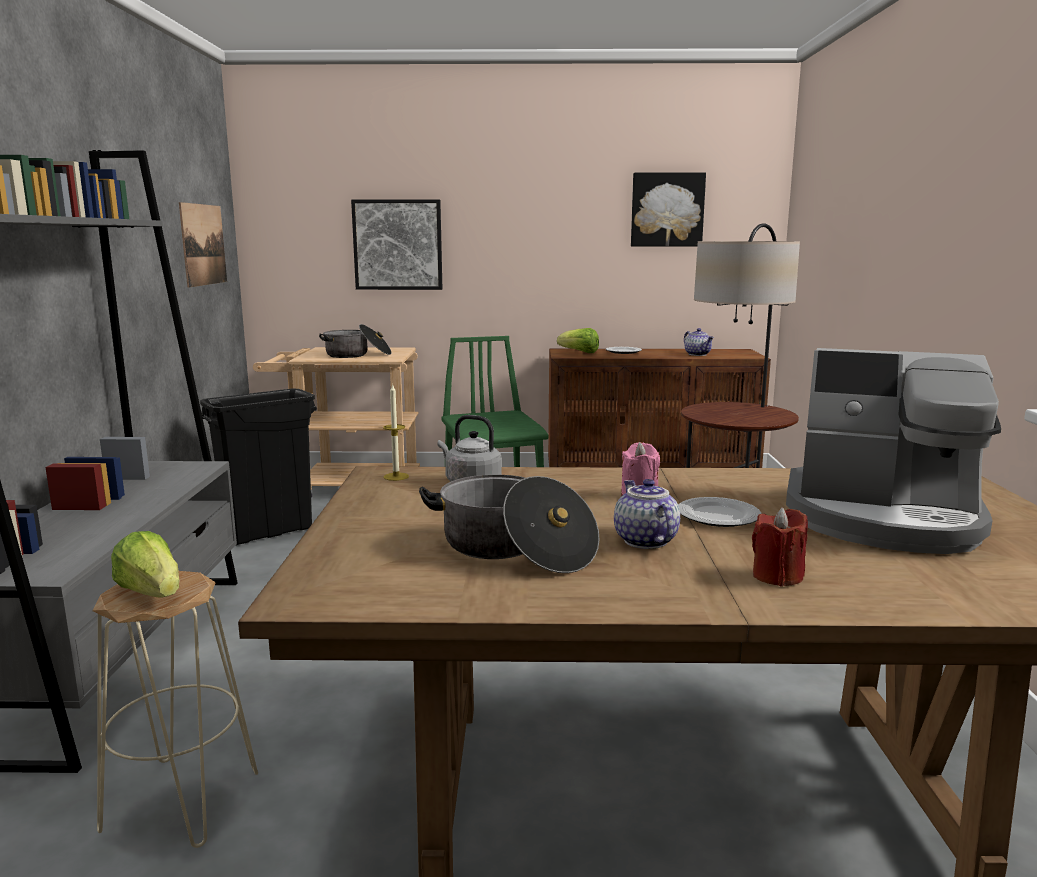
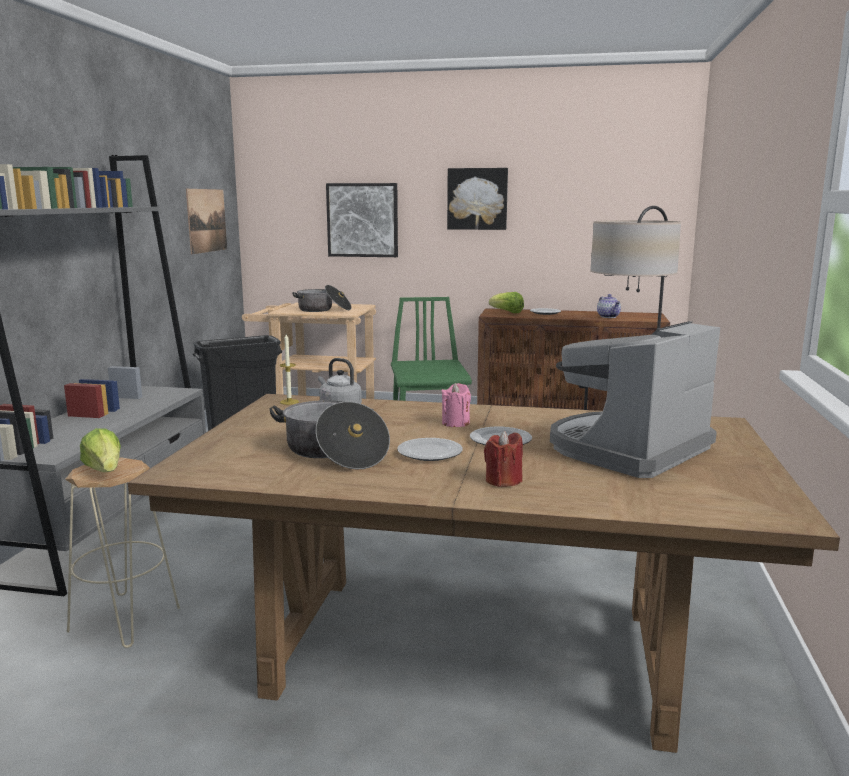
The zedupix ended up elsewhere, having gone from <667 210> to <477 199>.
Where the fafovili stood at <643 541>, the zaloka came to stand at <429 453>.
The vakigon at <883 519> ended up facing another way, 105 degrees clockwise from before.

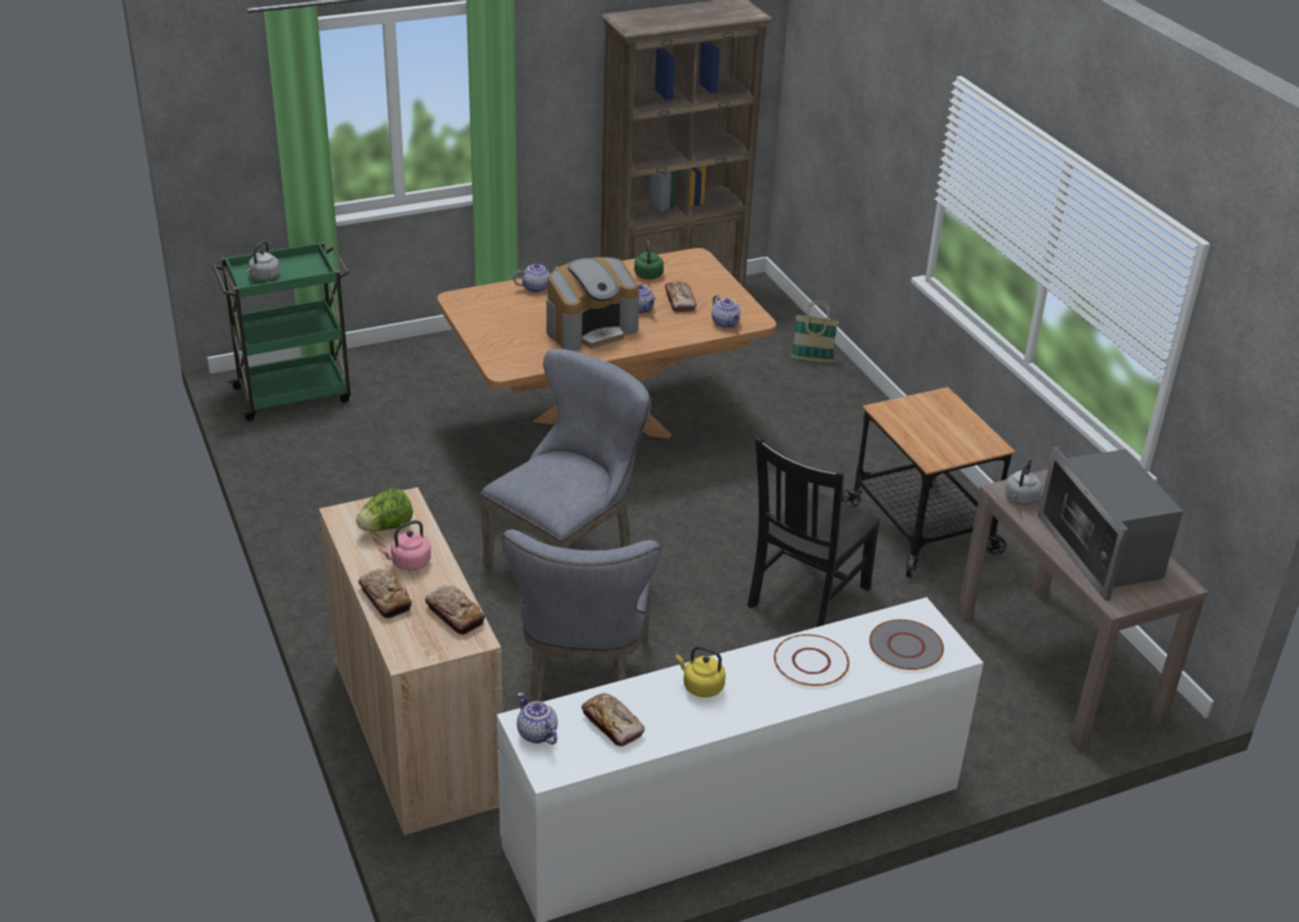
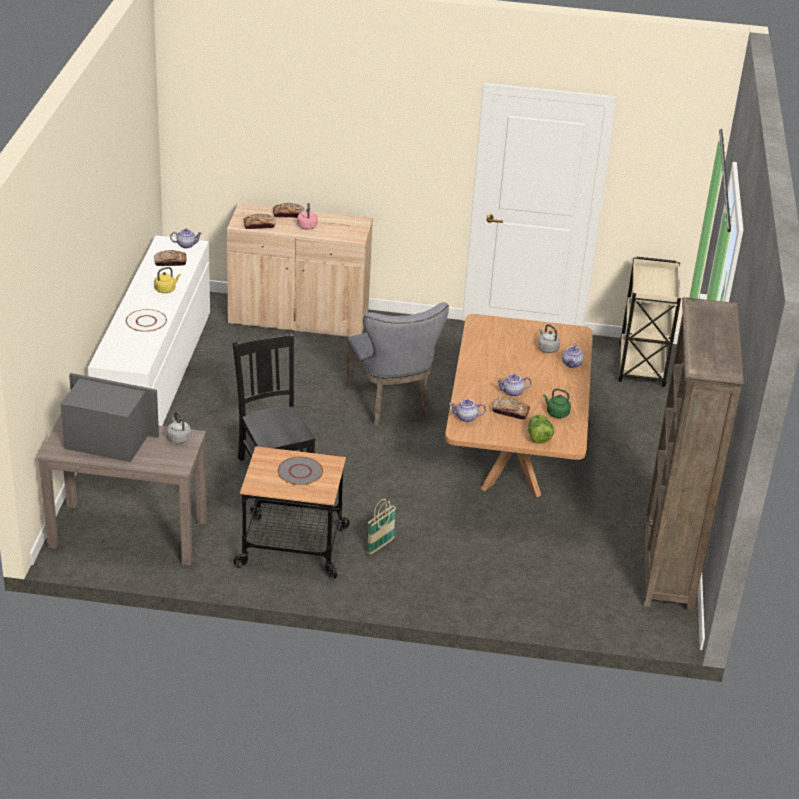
The second view lost the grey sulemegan at <584 683>.
The second view lost the vakigon at <591 329>.
The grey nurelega ended up elsewhere, having gone from <263 277> to <547 348>.
The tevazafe ended up elsewhere, having gone from <386 527> to <538 437>.
The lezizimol ended up elsewhere, having gone from <812 359> to <380 546>.
The grey zaloka ended up elsewhere, having gone from <906 647> to <300 472>.
What was the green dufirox at <294 394> turned into the beige dufirox at <641 366>.

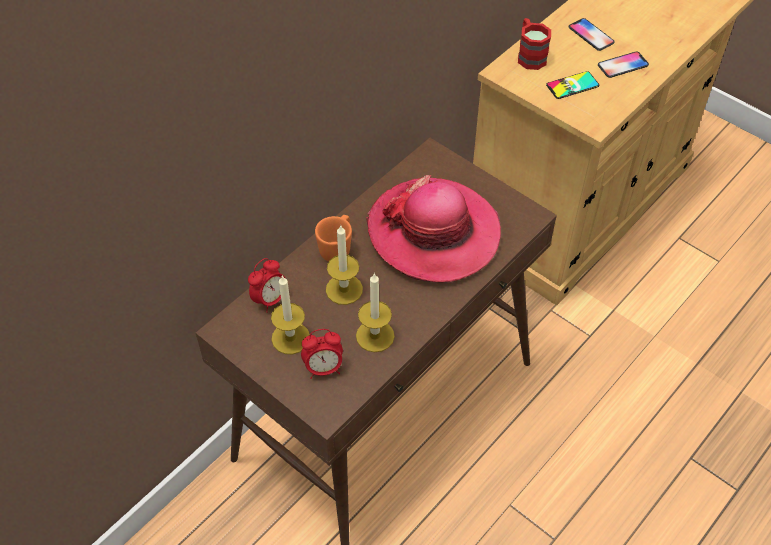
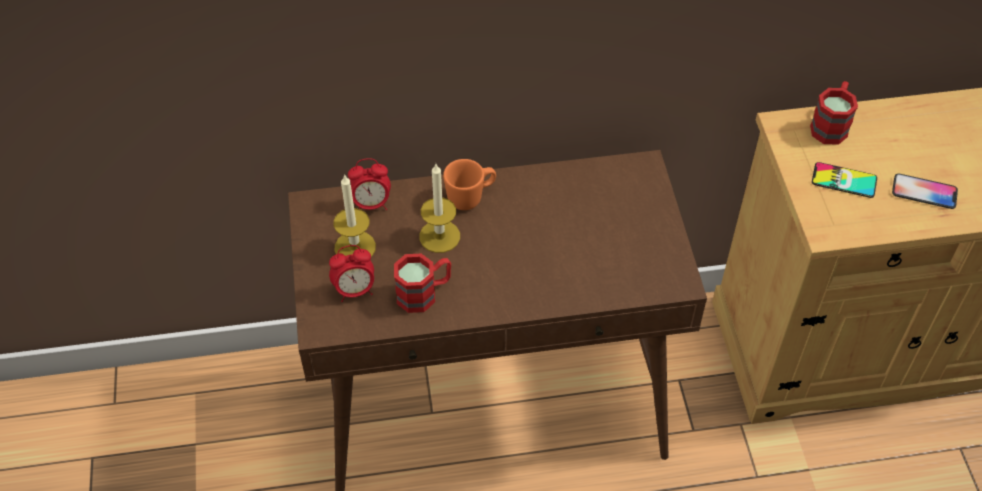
The second view lost the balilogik at <434 233>.
The second view lost the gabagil at <591 35>.
Where the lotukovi stood at <375 336>, the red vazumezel came to stand at <424 293>.
The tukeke at <323 368> ended up facing another way, 45 degrees counterclockwise from before.

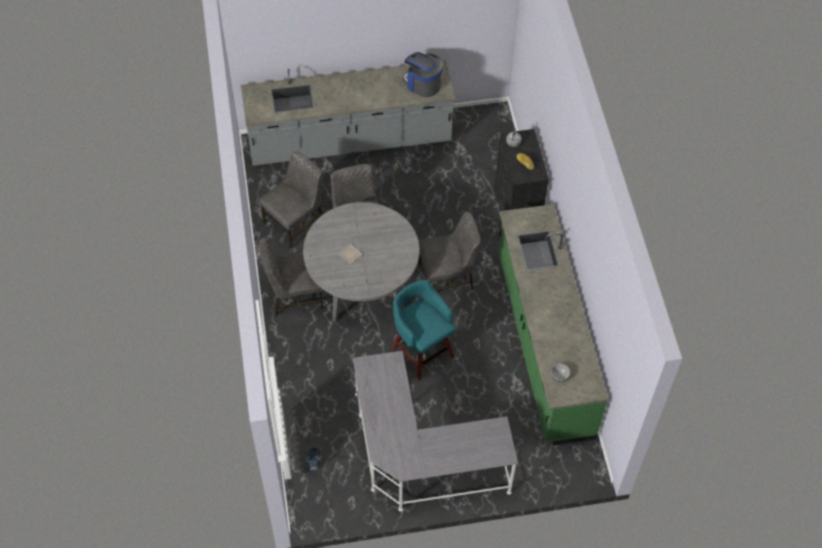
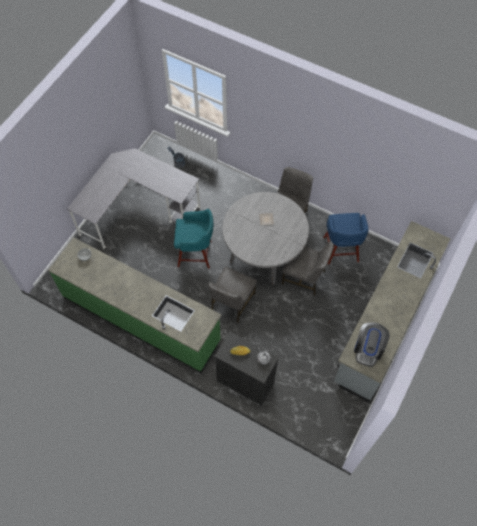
Where the grey sulemegan stood at <295 222>, the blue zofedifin came to stand at <341 250>.
The vakigon at <422 84> ended up facing another way, 120 degrees clockwise from before.

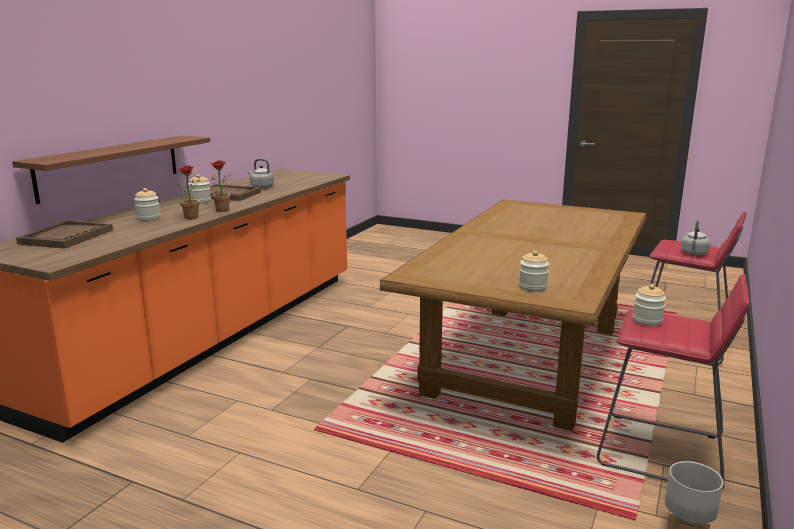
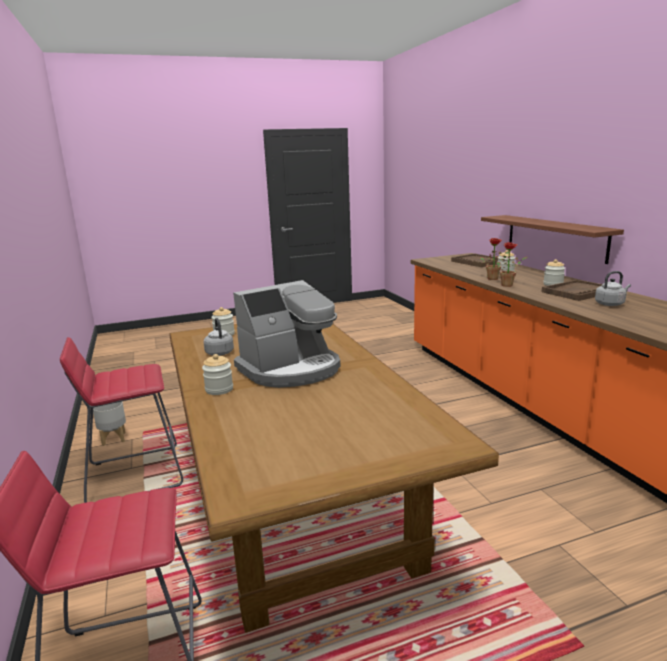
The second view gained the vakigon at <291 369>.
The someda ended up elsewhere, having gone from <647 320> to <219 389>.
The grey nurelega ended up elsewhere, having gone from <694 254> to <219 352>.

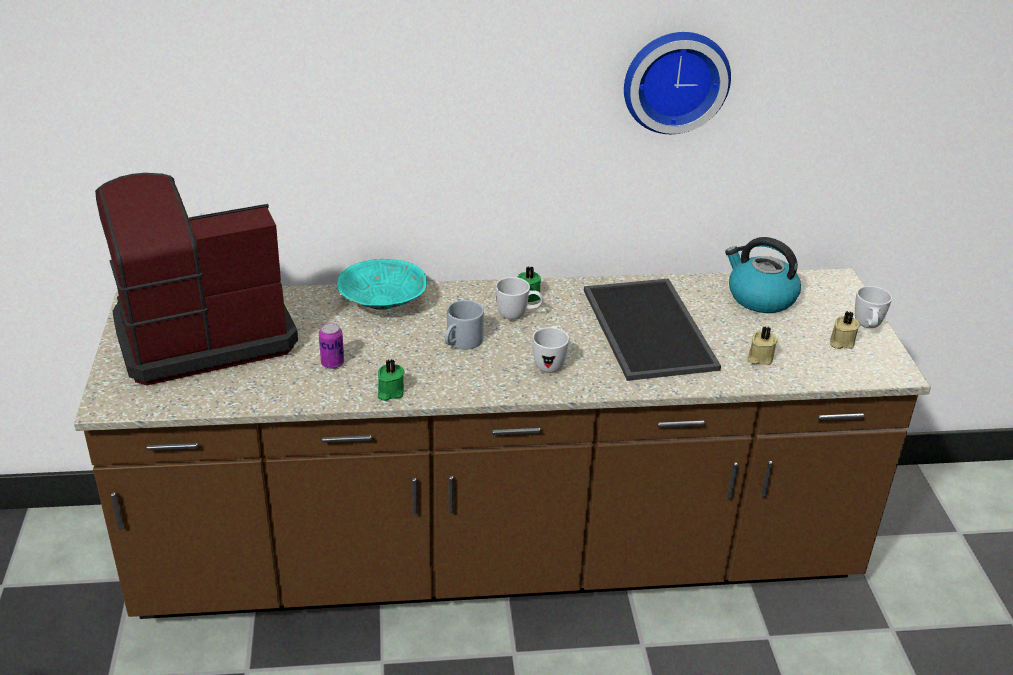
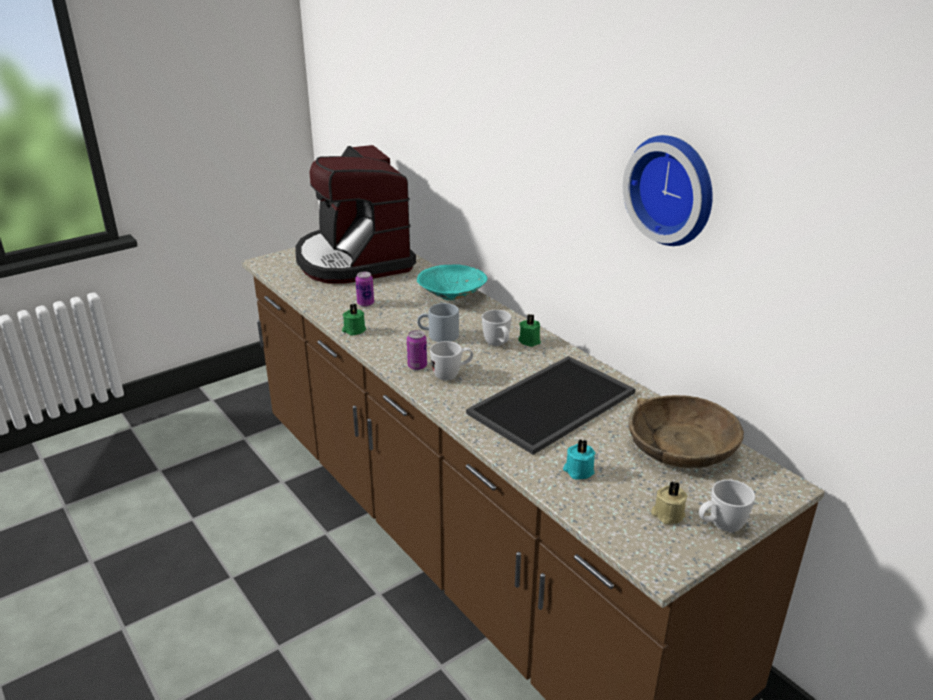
The second view gained the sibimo at <417 366>.
Where the nurelega stood at <760 297>, the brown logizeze came to stand at <680 446>.
What was the beige lotukovi at <759 358> turned into the turquoise lotukovi at <578 471>.
The vakigon at <201 334> ended up facing another way, 150 degrees counterclockwise from before.

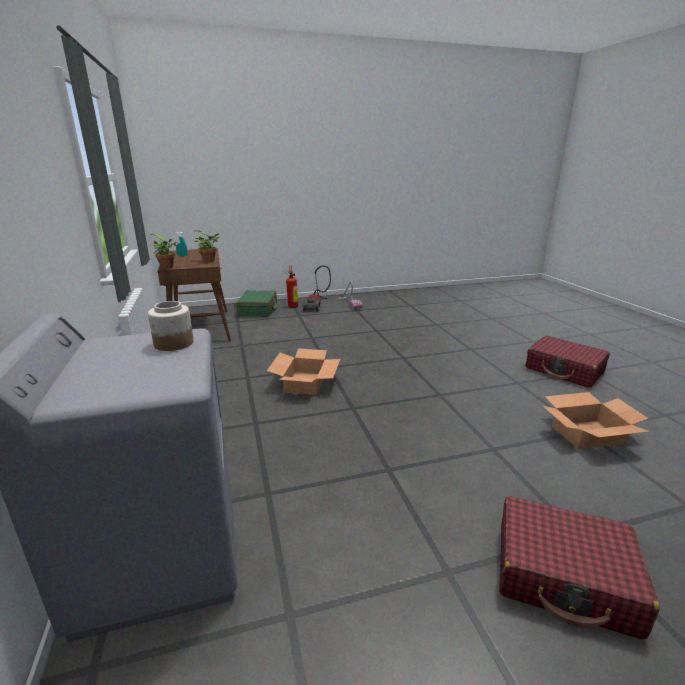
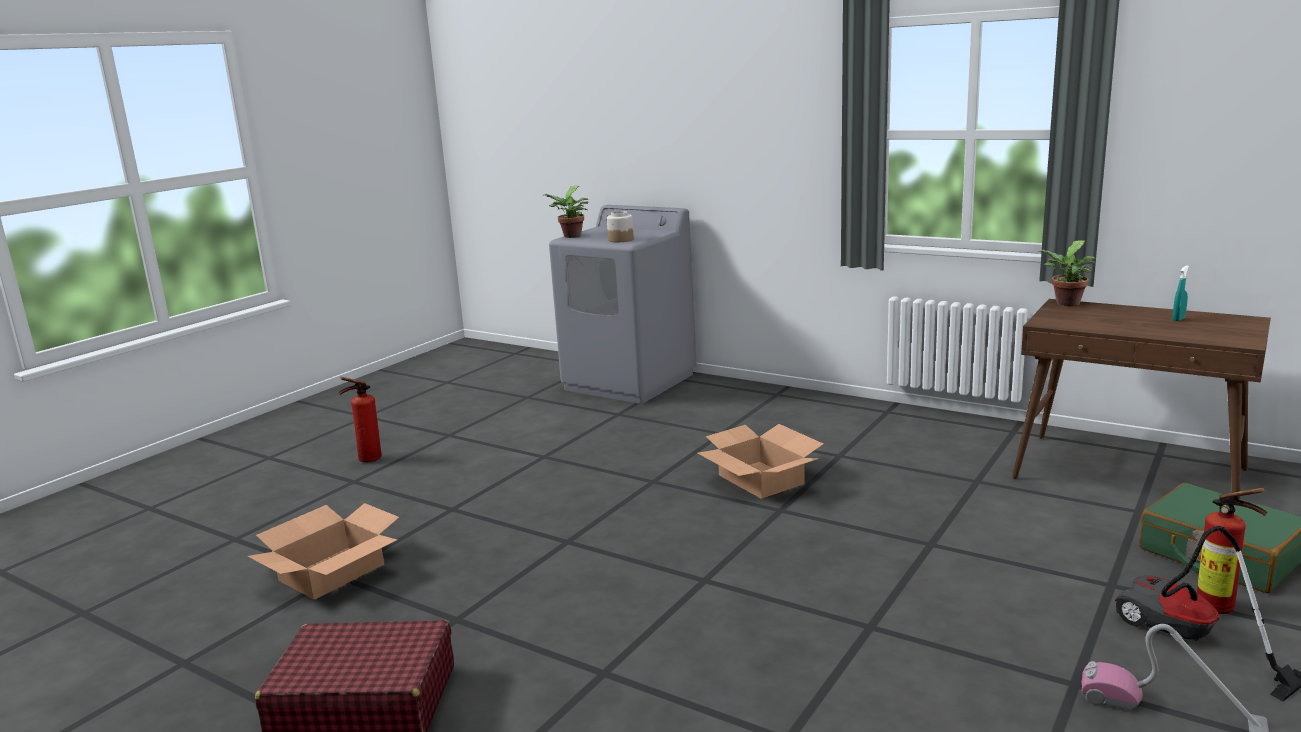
The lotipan ended up elsewhere, having gone from <210 261> to <570 236>.
Where the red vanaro stood at <564 576>, the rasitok came to stand at <366 460>.

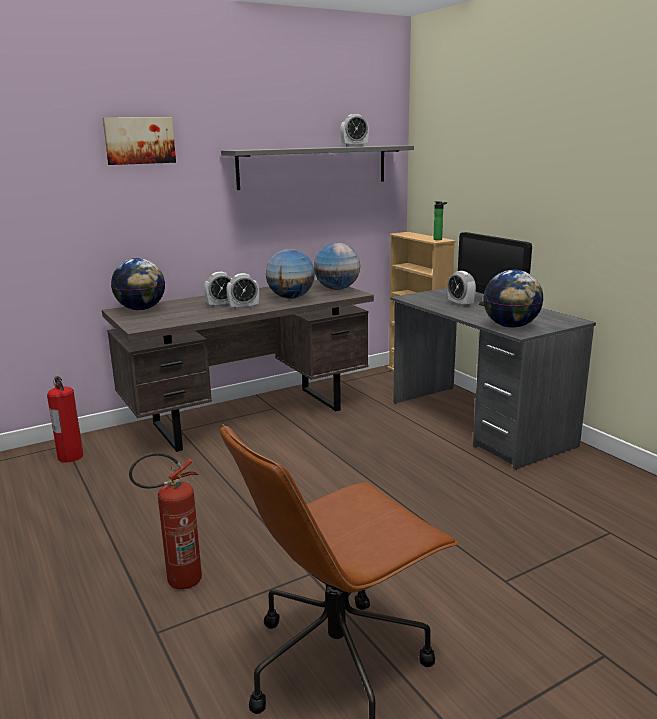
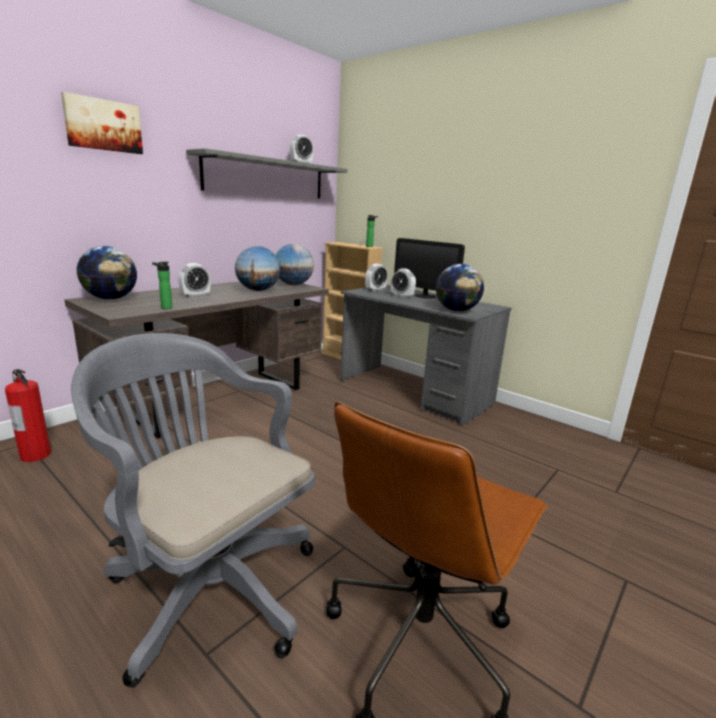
The second view gained the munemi at <164 308>.
The tukeke ended up elsewhere, having gone from <243 308> to <375 290>.
Where the rasitok stood at <176 583>, the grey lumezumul came to stand at <208 584>.

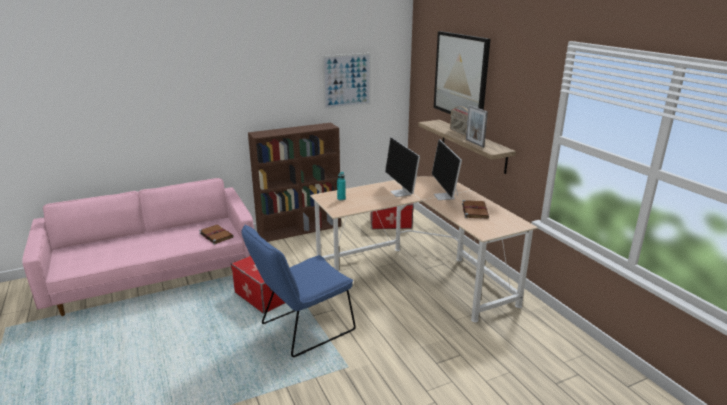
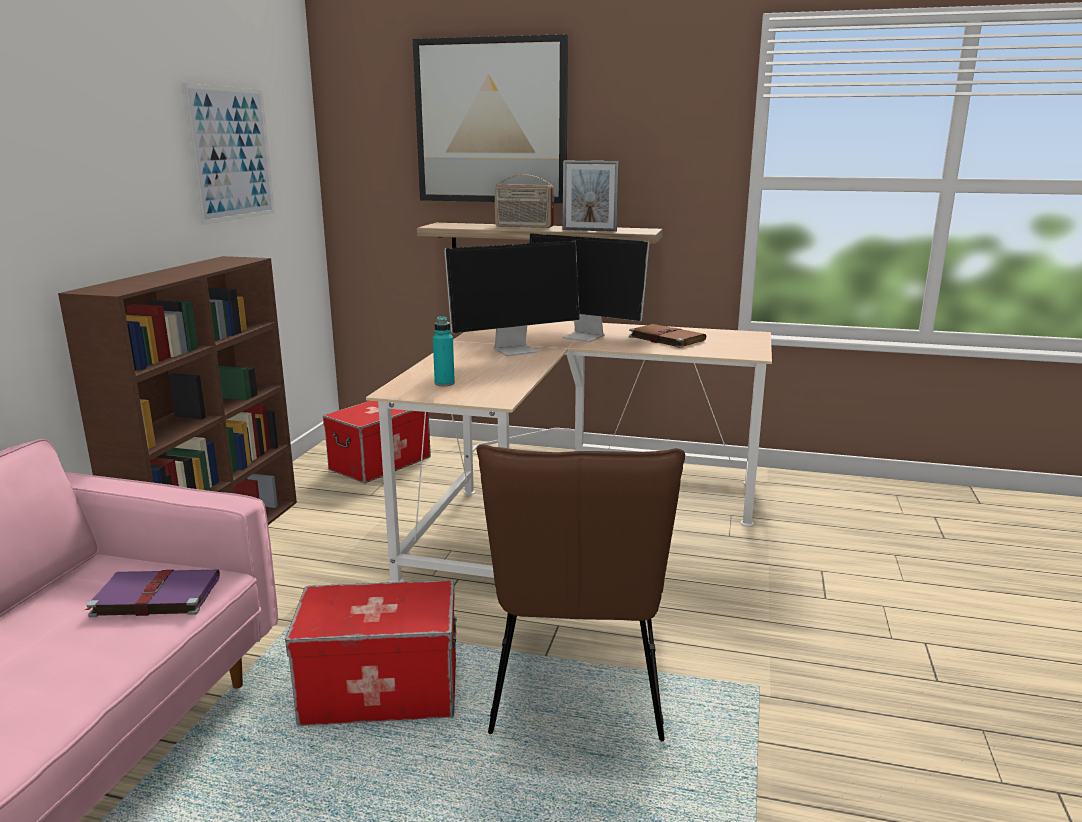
What was the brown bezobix at <216 235> turned into the purple bezobix at <154 596>.
What was the blue sulemegan at <302 329> turned into the brown sulemegan at <576 689>.
The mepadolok at <401 193> ended up facing another way, 45 degrees counterclockwise from before.

